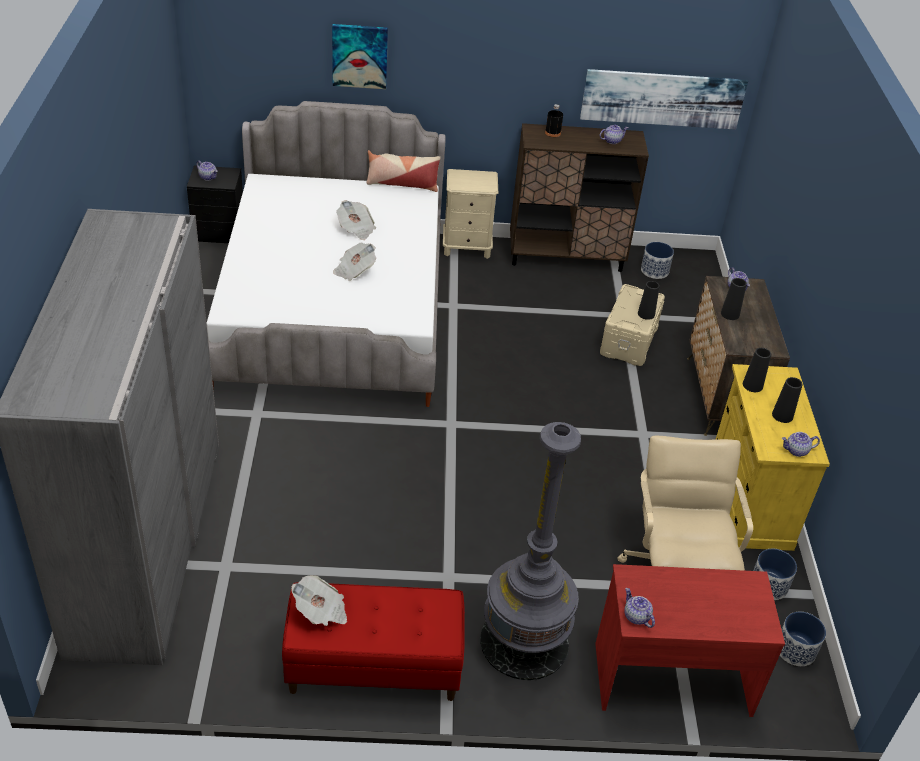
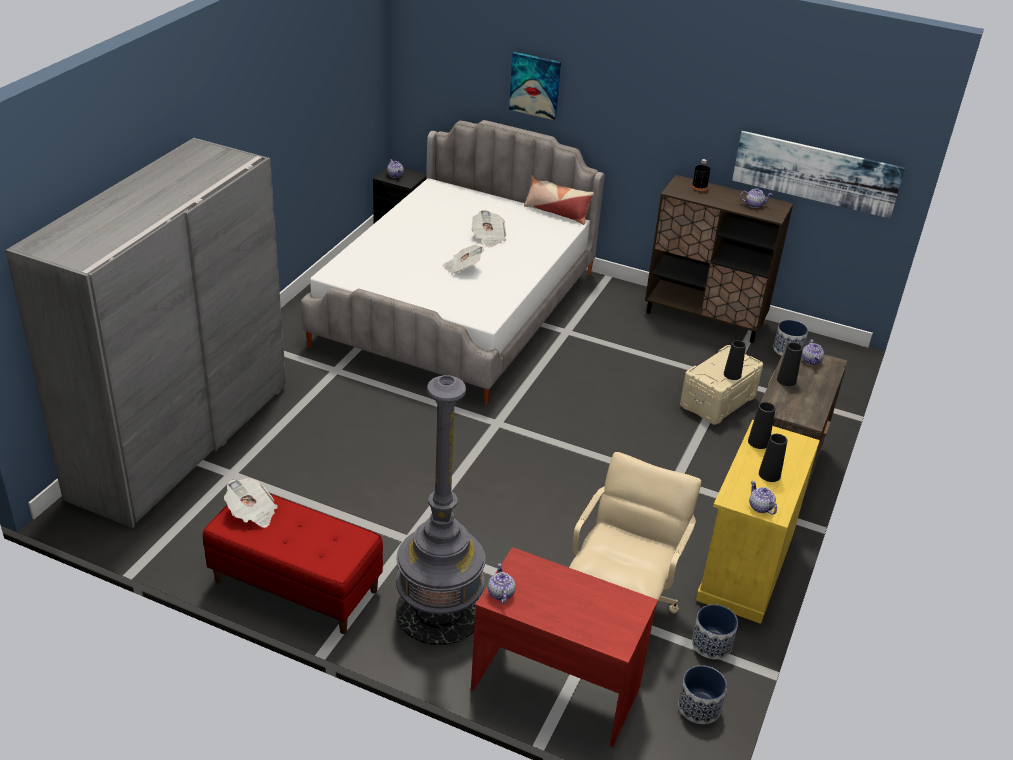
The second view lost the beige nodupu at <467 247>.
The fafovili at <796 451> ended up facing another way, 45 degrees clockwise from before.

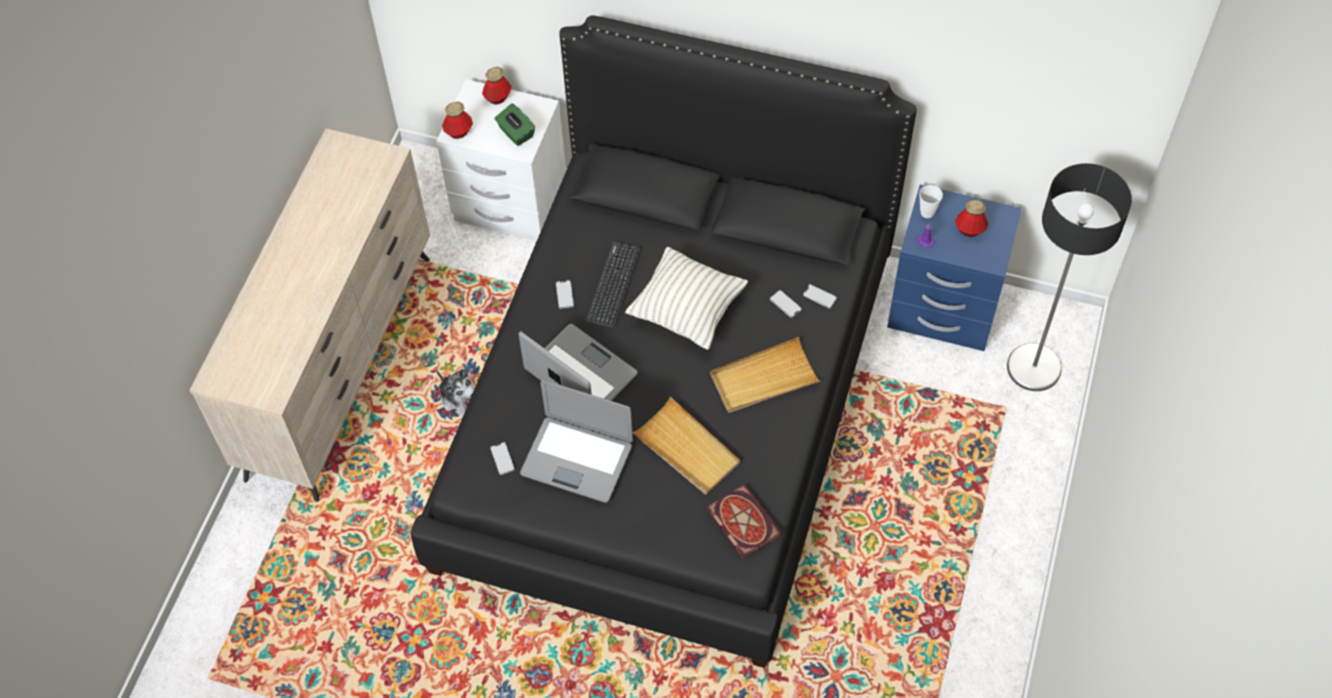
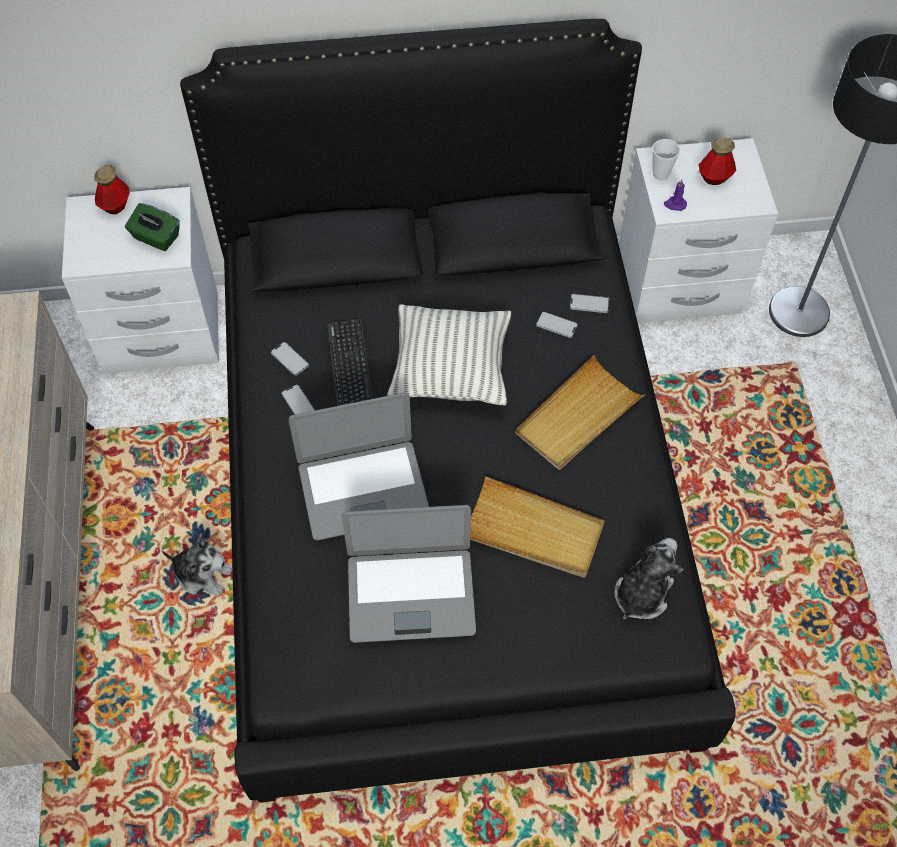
The second view lost the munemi at <458 132>.
The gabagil ended up elsewhere, having gone from <502 459> to <290 359>.
Where the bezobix stood at <741 522>, the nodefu came to stand at <641 593>.
What was the blue nodupu at <943 310> turned into the white nodupu at <679 286>.
The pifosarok at <580 373> ended up facing another way, 150 degrees clockwise from before.

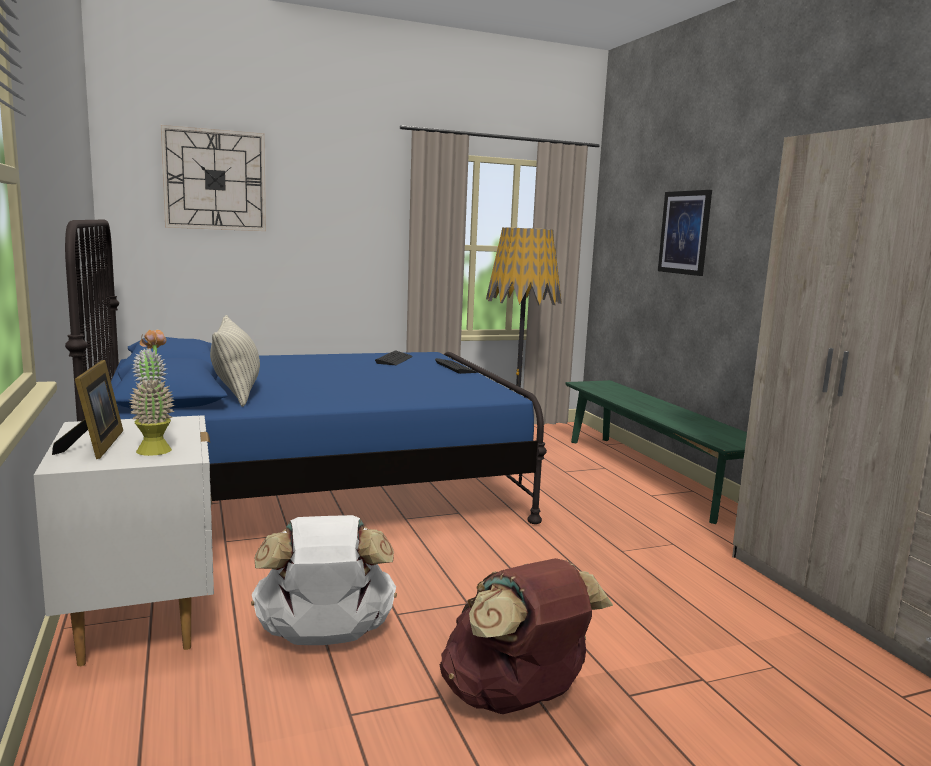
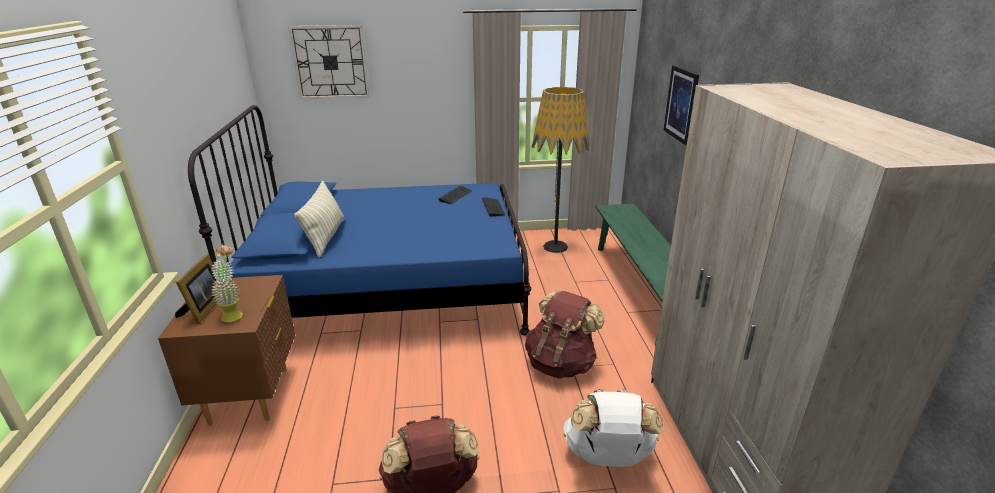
The second view gained the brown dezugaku at <561 364>.
The white dezugaku ended up elsewhere, having gone from <324 638> to <608 457>.
What was the white nodupu at <141 621> turned into the brown nodupu at <251 395>.

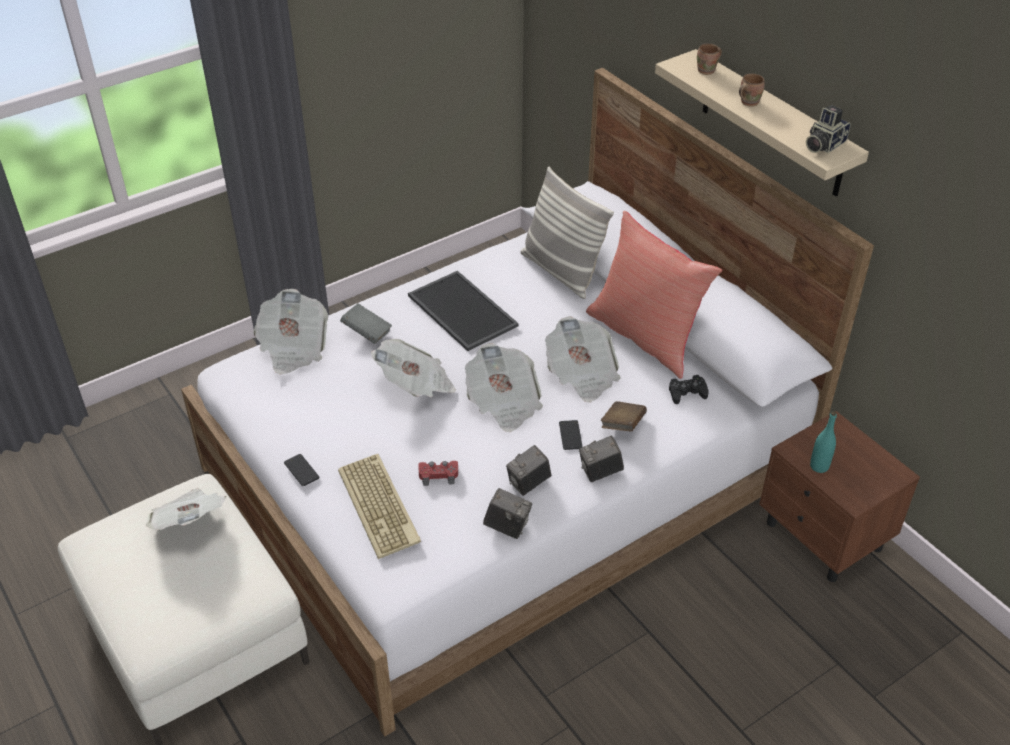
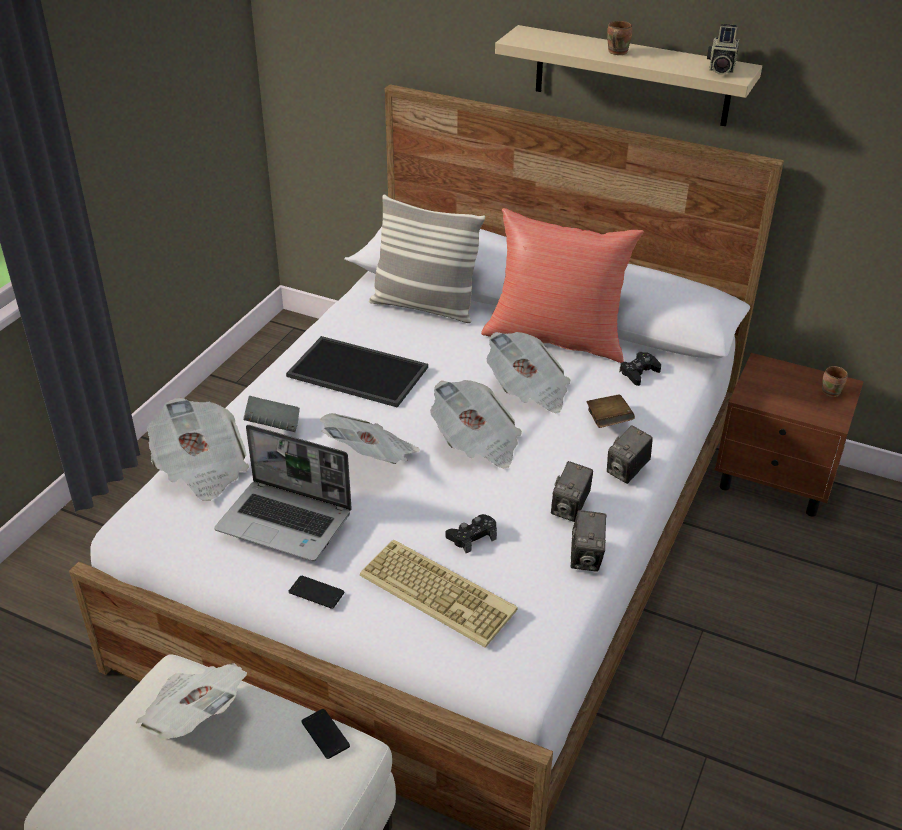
The second view lost the turquoise munemi at <819 466>.
The second view gained the pifosarok at <286 522>.
The gabagil ended up elsewhere, having gone from <570 435> to <325 734>.
The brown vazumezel ended up elsewhere, having gone from <708 71> to <832 392>.
What was the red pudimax at <438 475> turned into the black pudimax at <472 537>.
The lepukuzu at <507 526> ended up facing another way, 105 degrees clockwise from before.

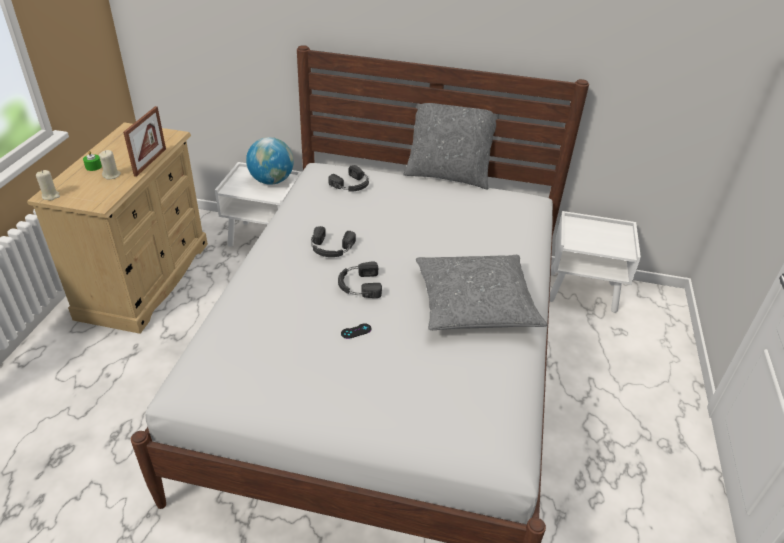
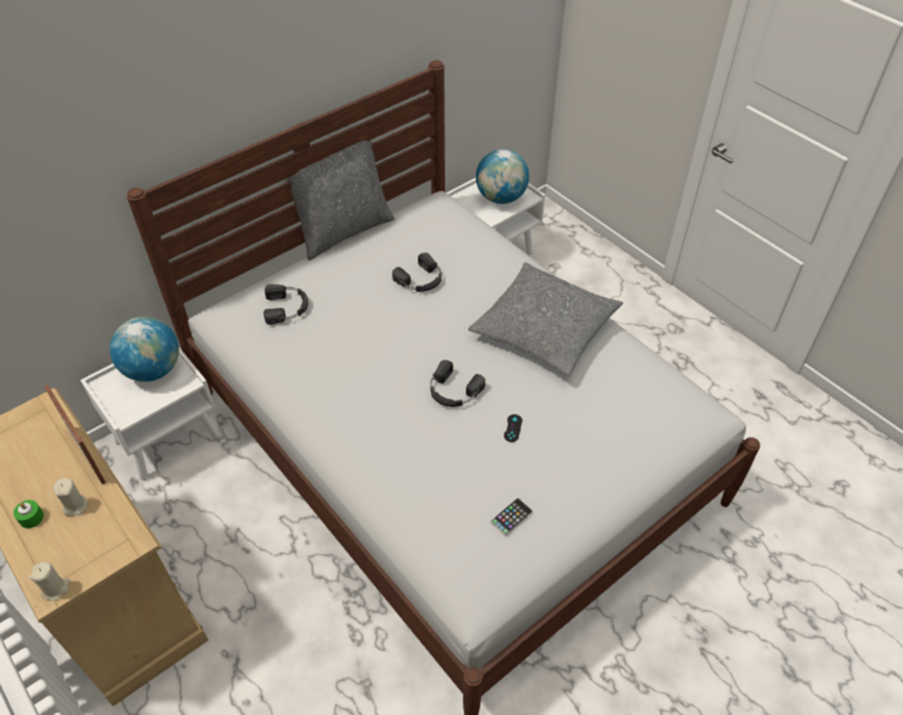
The second view gained the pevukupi at <501 198>.
The second view gained the gabagil at <511 517>.
The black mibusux ended up elsewhere, having gone from <331 248> to <421 280>.

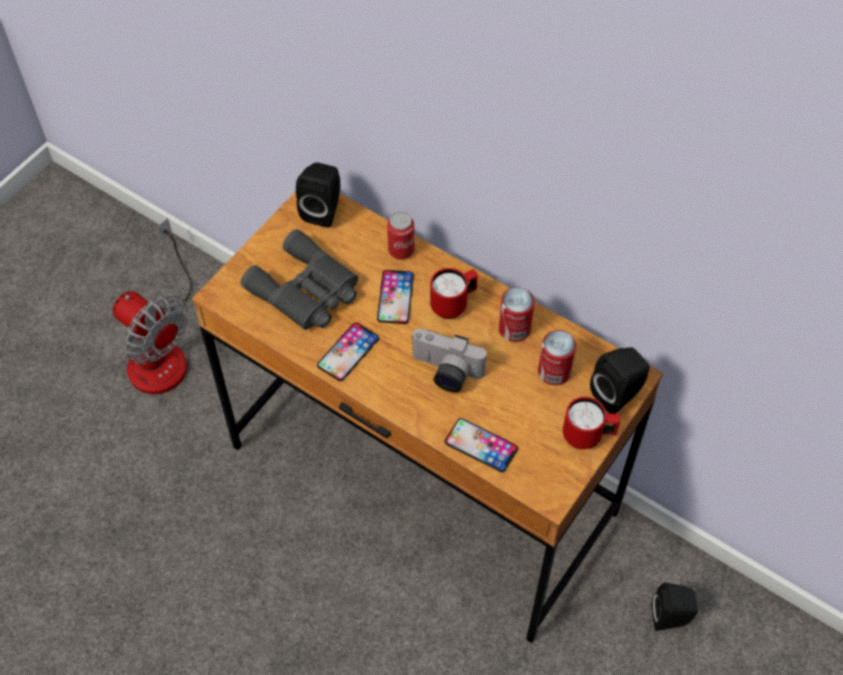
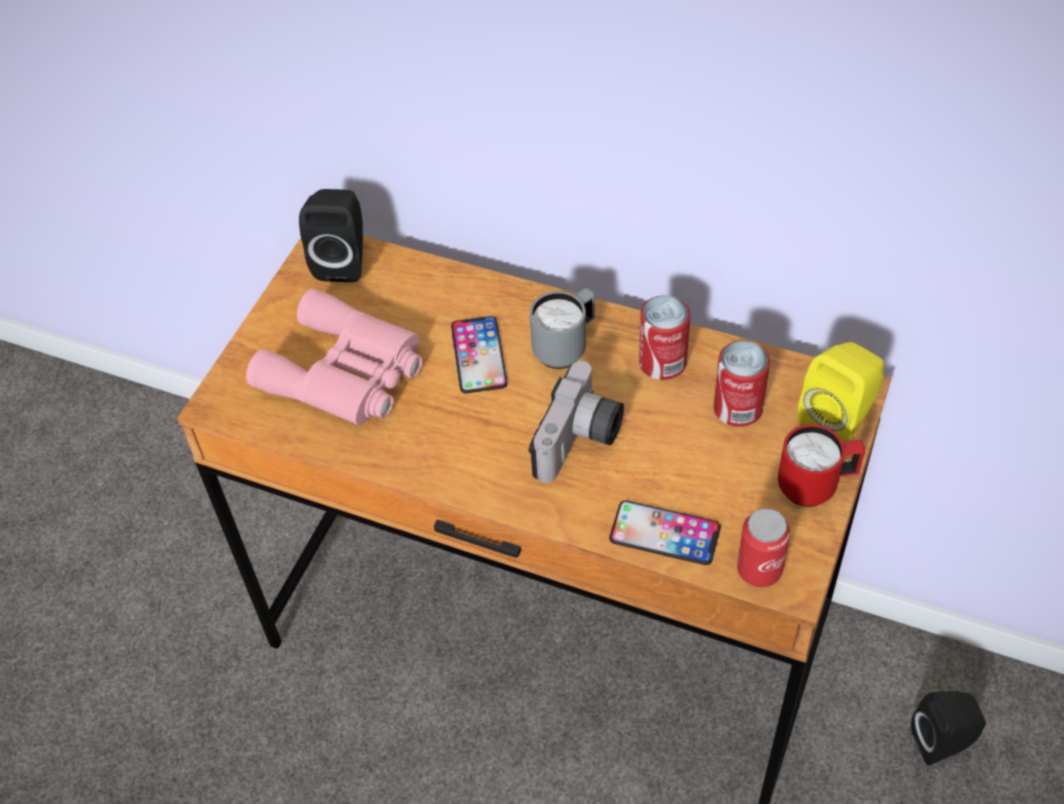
The second view lost the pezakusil at <161 348>.
The second view lost the gabagil at <348 352>.
The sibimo ended up elsewhere, having gone from <401 250> to <759 570>.
What was the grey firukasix at <306 291> turned into the pink firukasix at <346 373>.
What was the red vazumezel at <453 304> turned into the grey vazumezel at <566 347>.
What was the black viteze at <618 394> turned into the yellow viteze at <839 419>.
The lepukuzu at <444 372> ended up facing another way, 75 degrees counterclockwise from before.

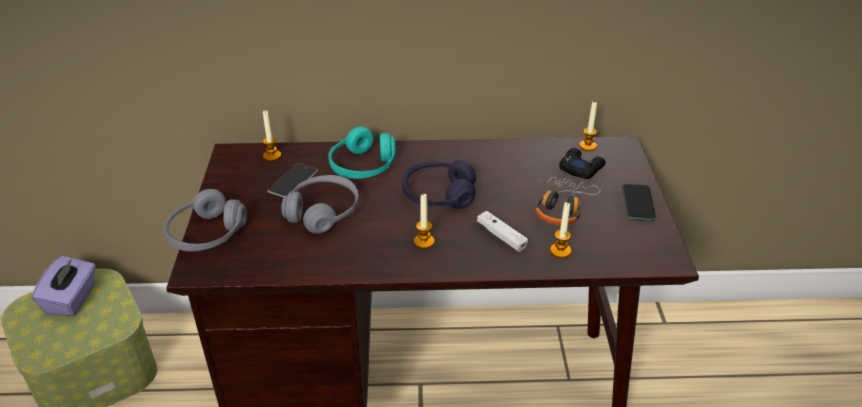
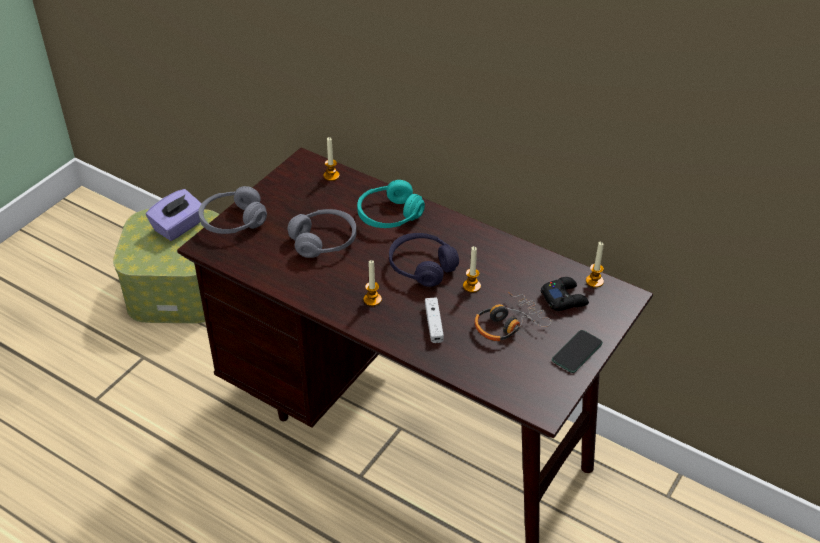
The second view lost the gabagil at <293 181>.
The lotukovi ended up elsewhere, having gone from <560 251> to <471 286>.

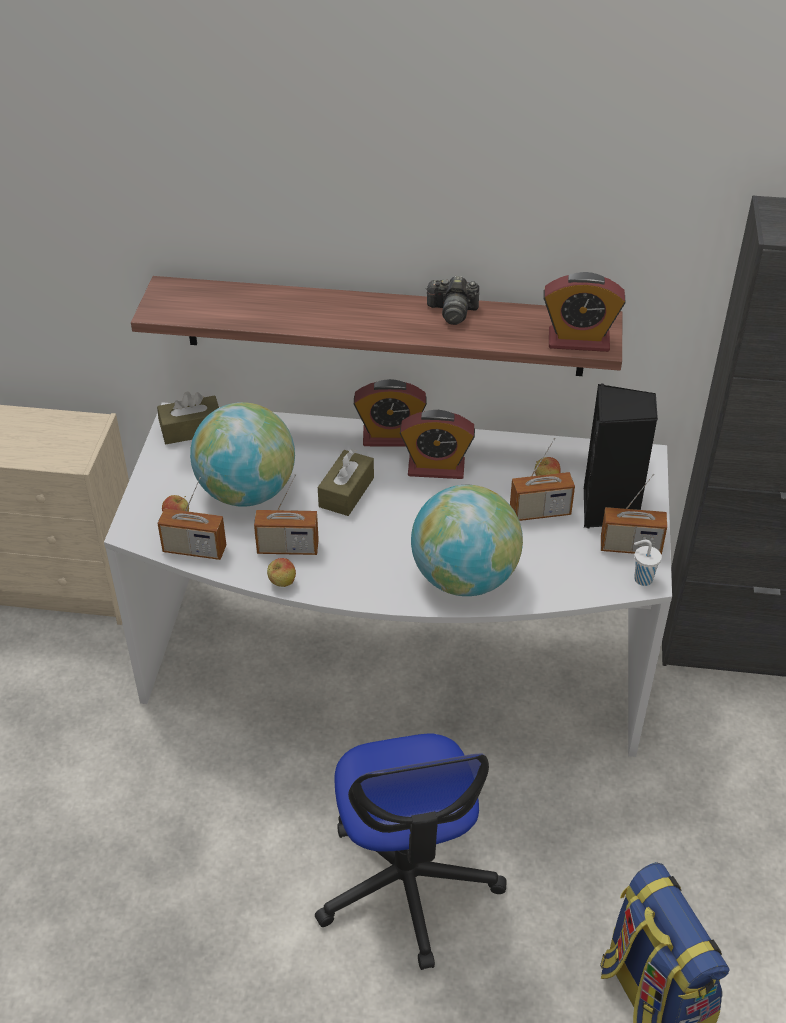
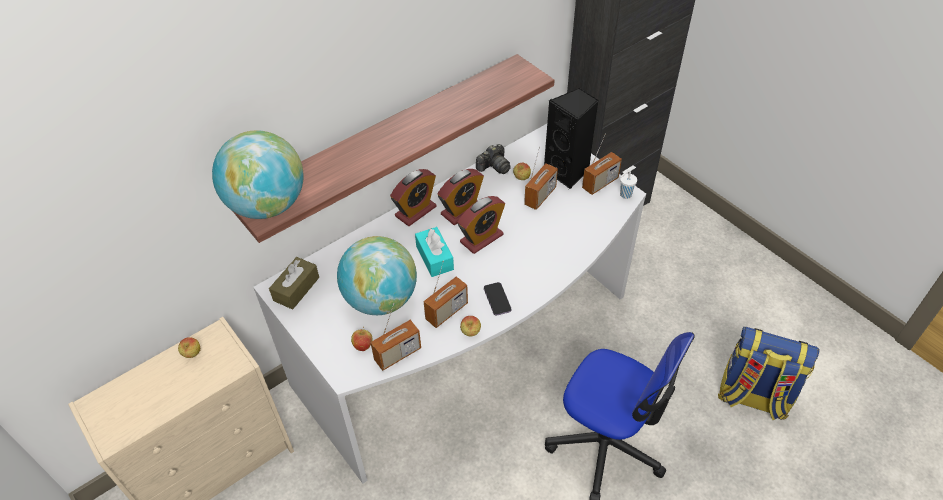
The second view gained the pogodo at <192 354>.
The second view gained the gabagil at <497 299>.
The pevukupi ended up elsewhere, having gone from <464 578> to <267 206>.
The lepukuzu ended up elsewhere, having gone from <452 312> to <494 167>.
The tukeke ended up elsewhere, having gone from <578 341> to <481 238>.
What was the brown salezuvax at <346 492> turned into the turquoise salezuvax at <434 258>.

